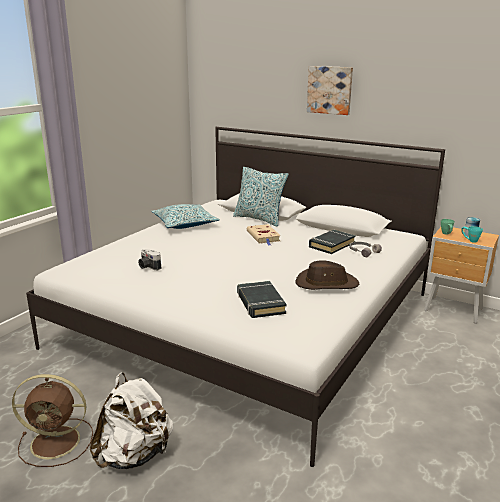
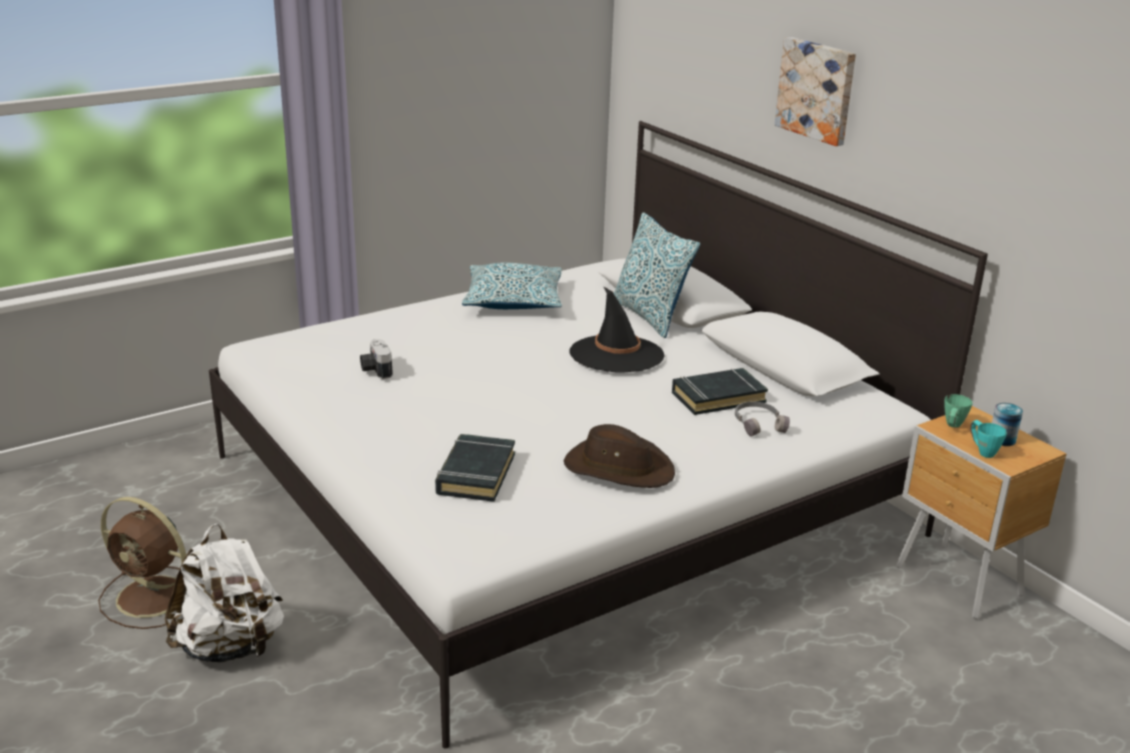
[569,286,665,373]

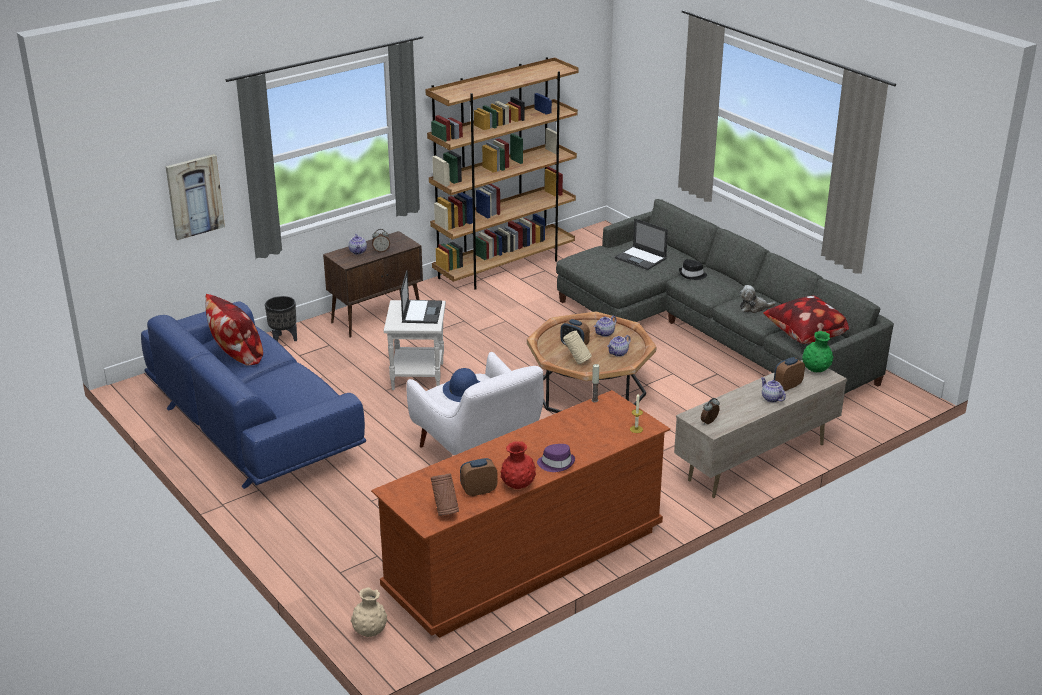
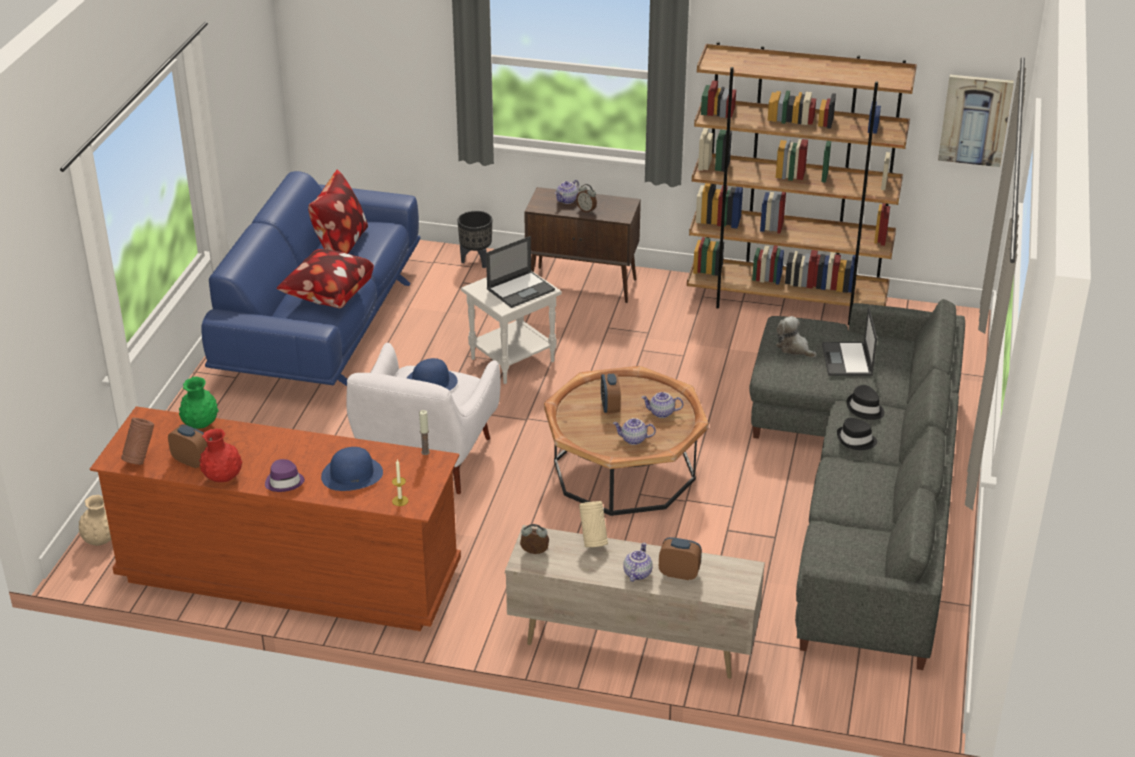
[938,75,1014,167]
[776,316,817,358]
[277,249,374,308]
[579,501,608,547]
[179,377,219,429]
[837,418,877,450]
[321,447,383,491]

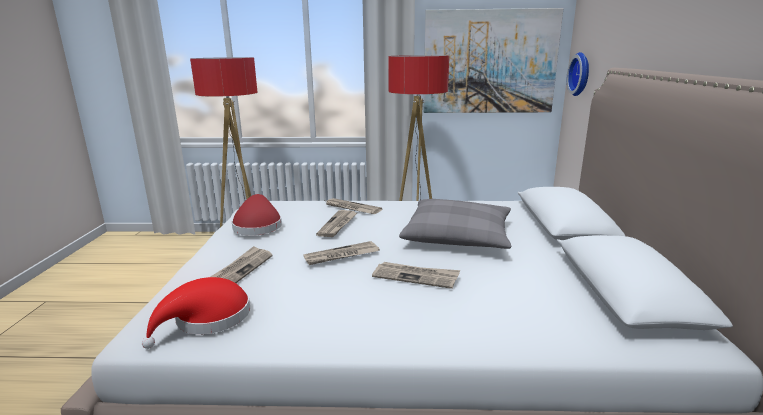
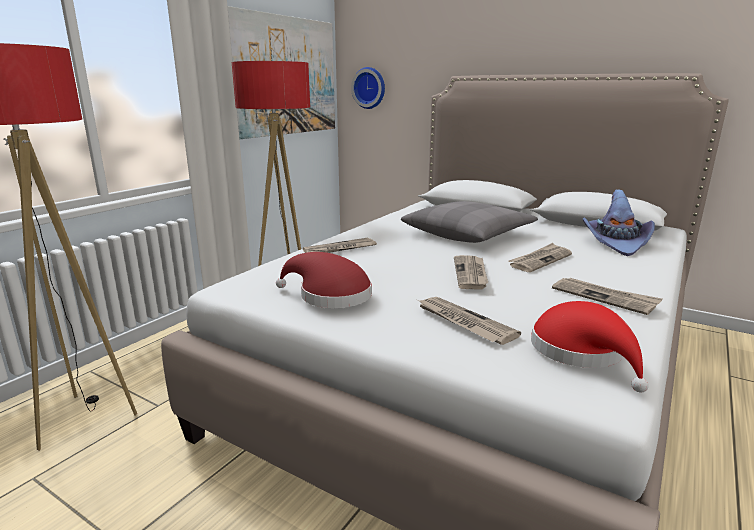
[552,278,663,315]
[582,190,655,256]

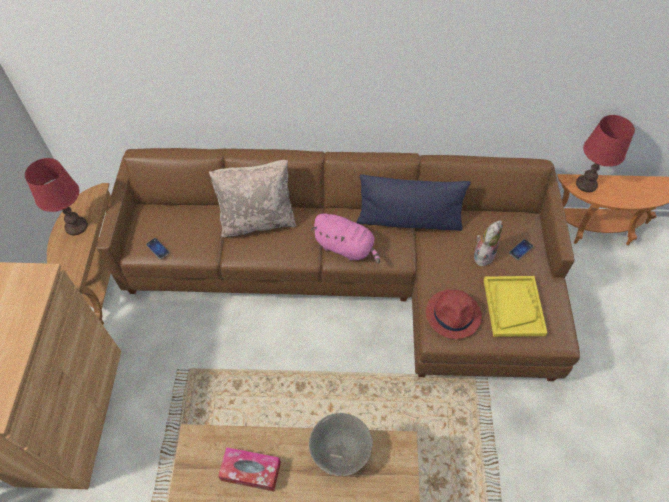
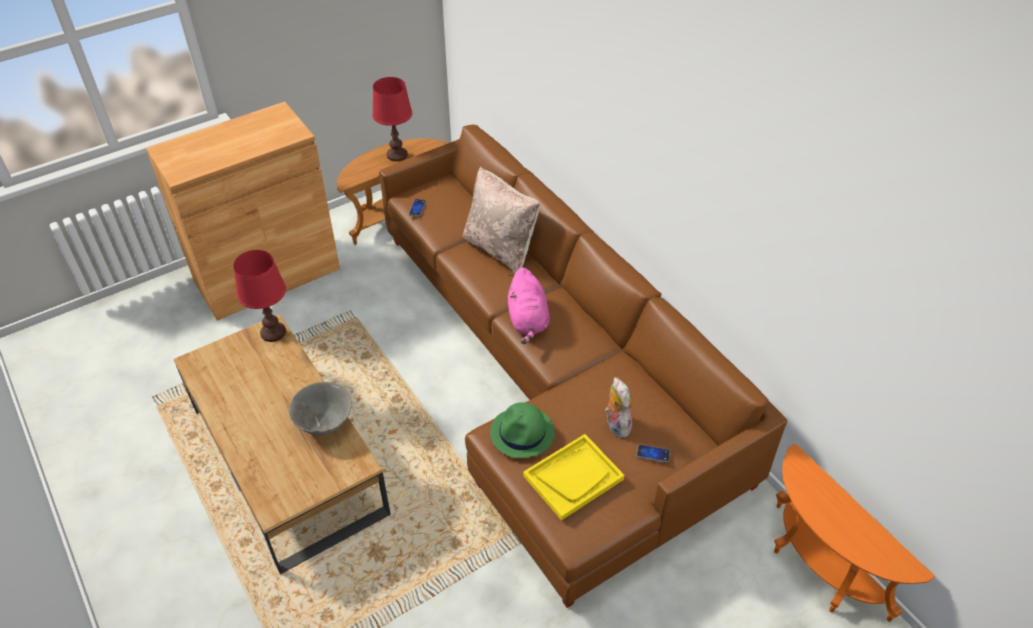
[233,250,286,342]
[357,174,471,231] (first image)
[605,377,632,438]
[490,402,555,458]
[218,447,281,491] (first image)

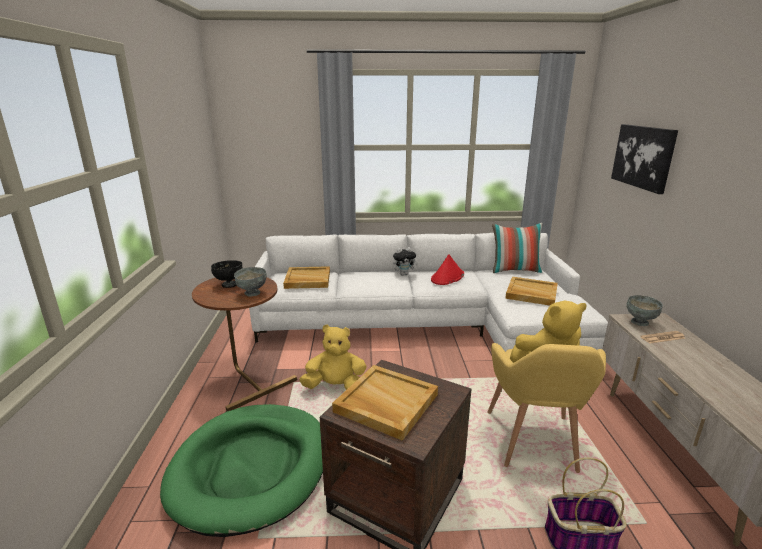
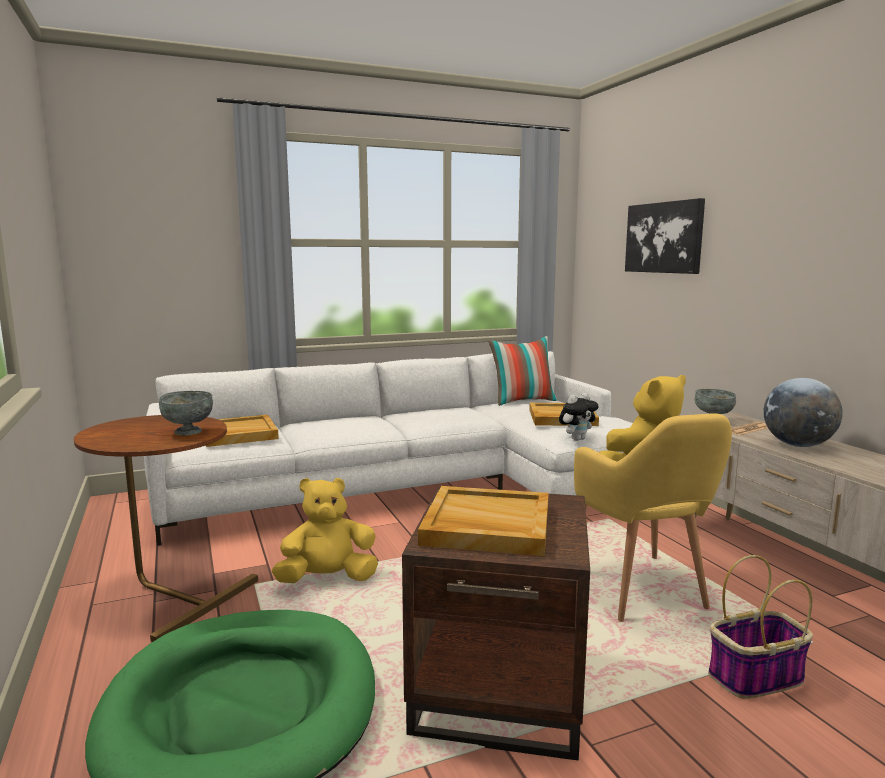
[559,393,599,441]
[431,254,464,285] (first image)
[211,260,242,288] (first image)
[763,378,843,447]

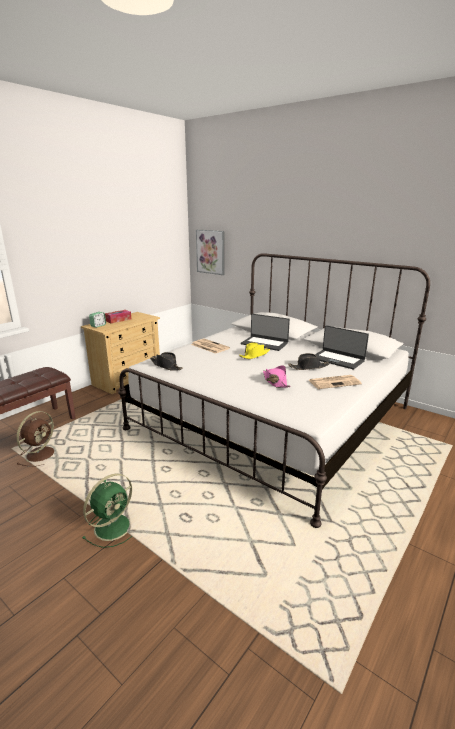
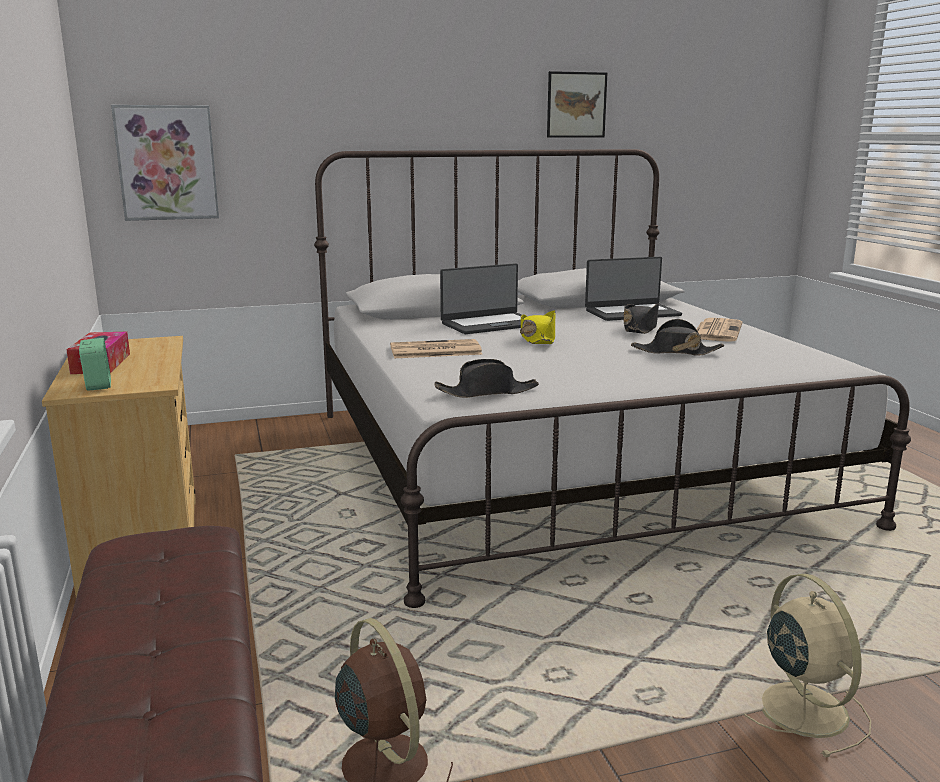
[631,319,724,356]
[744,574,871,757]
[547,71,607,138]

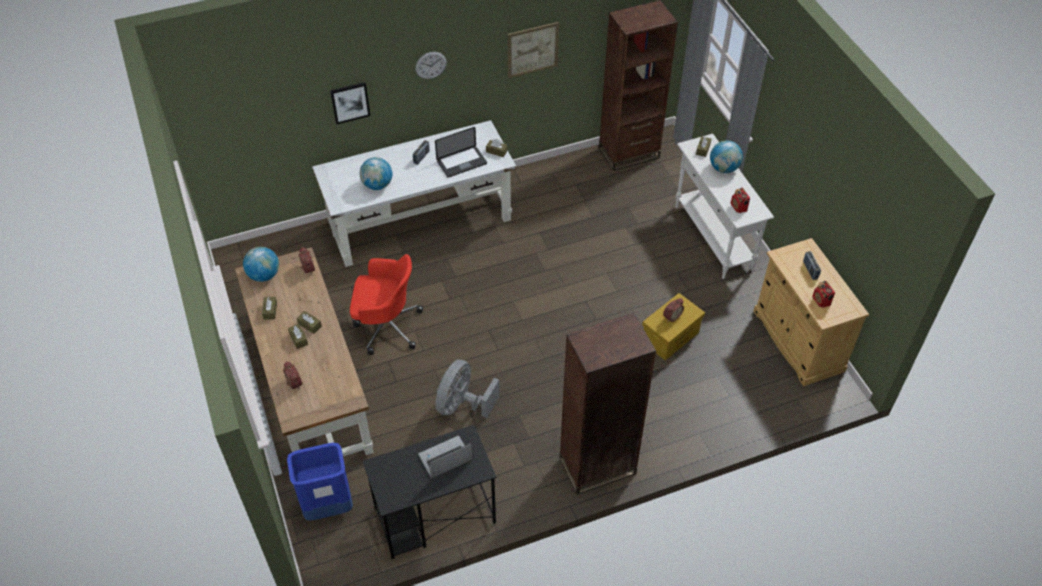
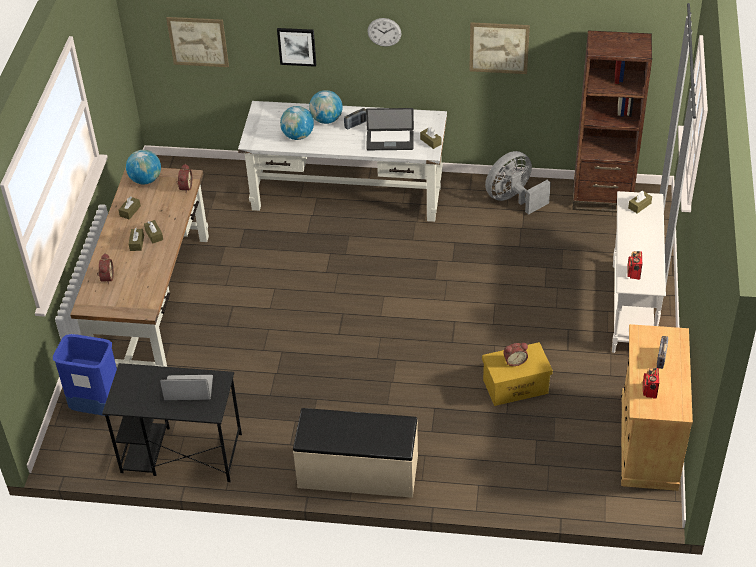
[309,90,343,124]
[350,254,423,355] (first image)
[293,408,418,498]
[485,151,551,215]
[166,17,229,67]

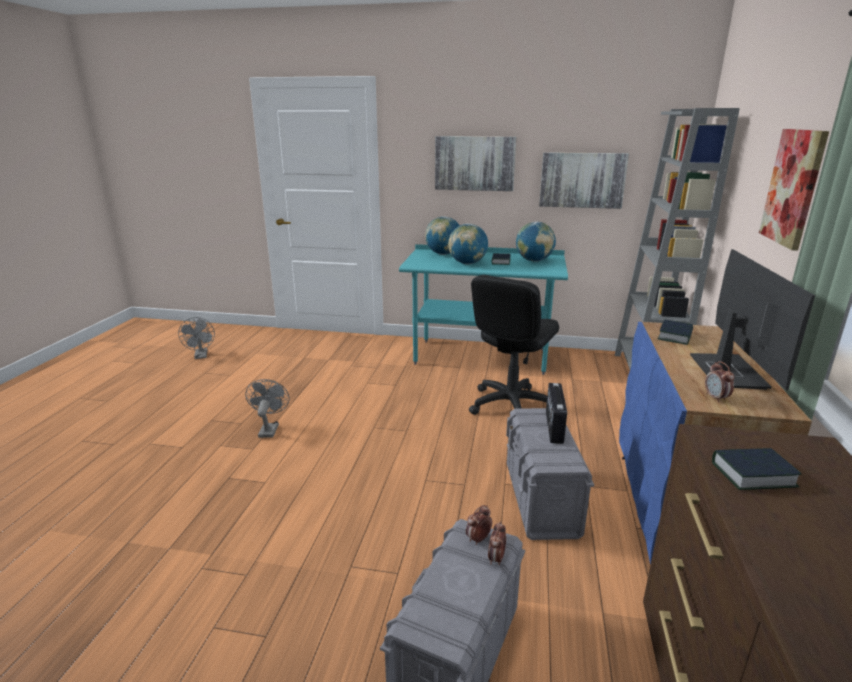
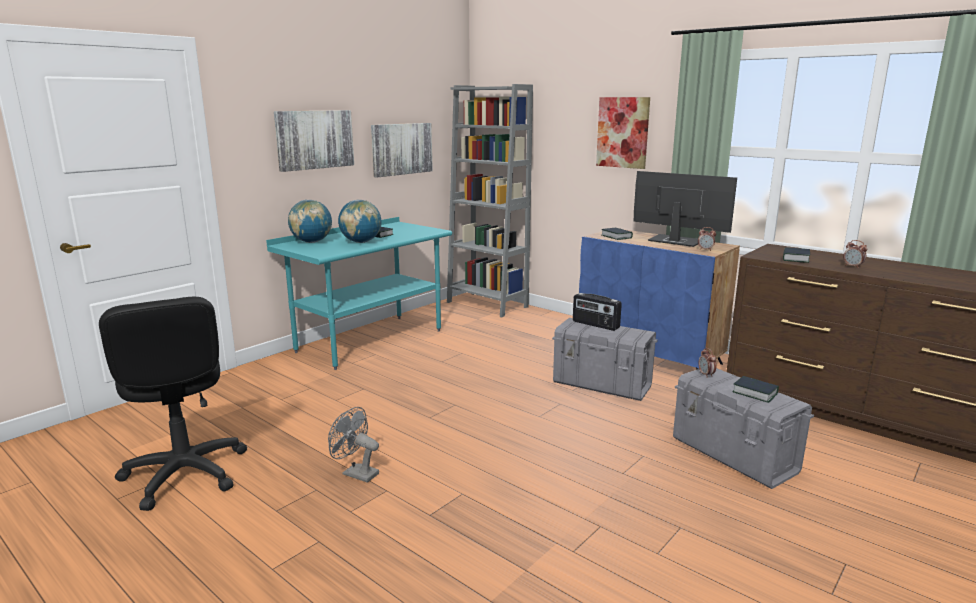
[516,222,556,262] (first image)
[99,297,247,511]
[178,317,215,359] (first image)
[843,240,867,267]
[732,376,779,403]

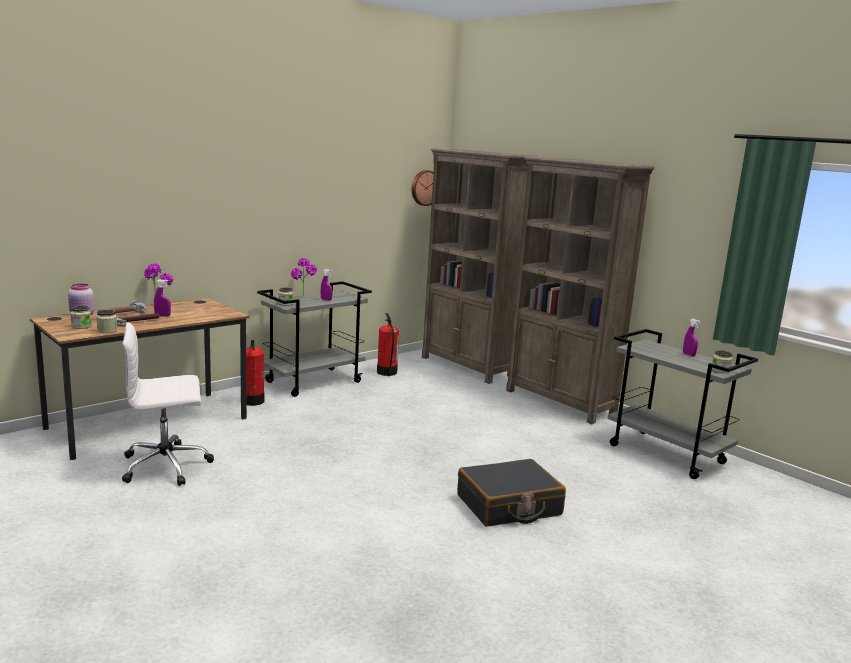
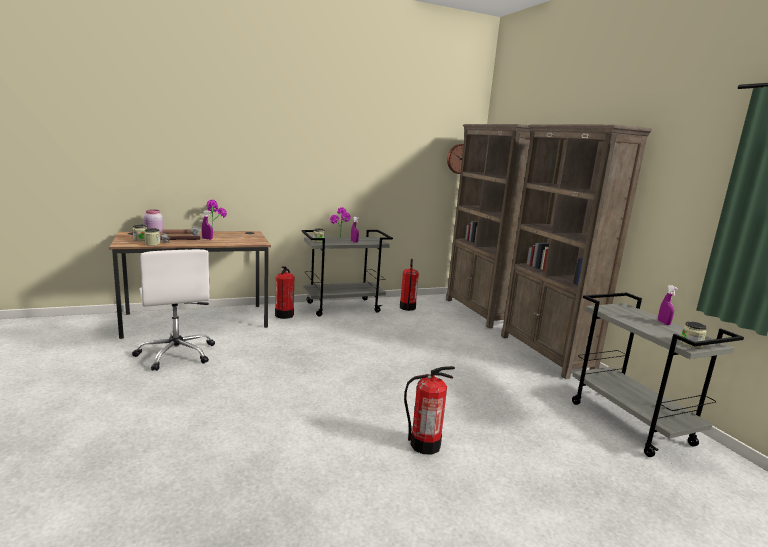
[132,249,215,371]
[404,366,455,455]

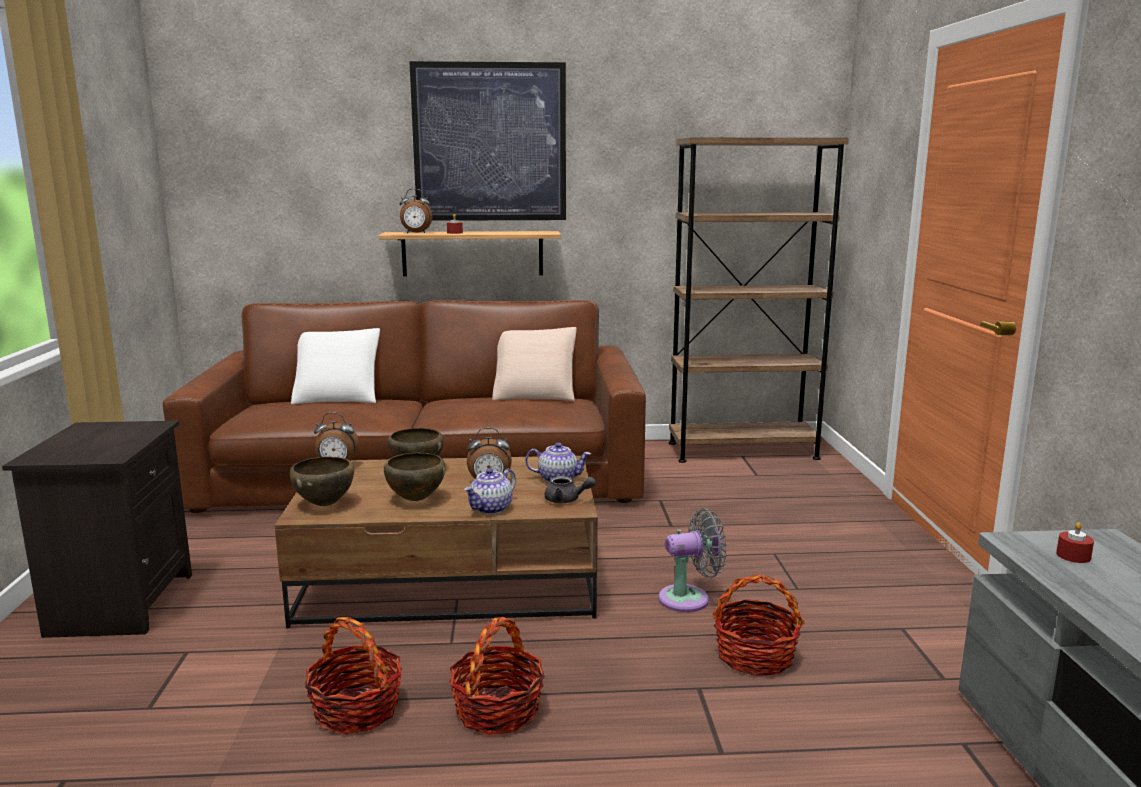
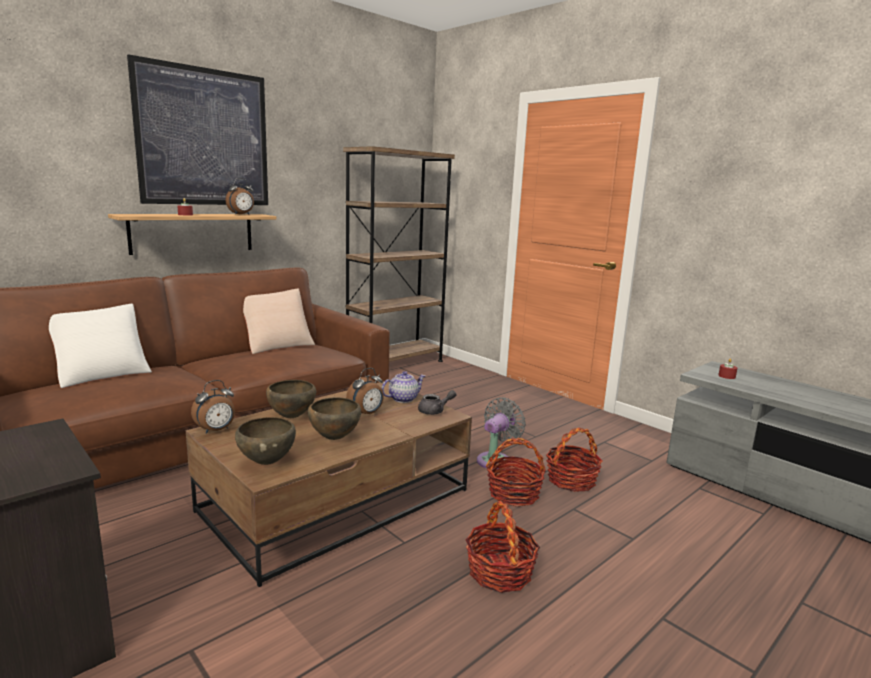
[226,178,254,215]
[464,468,516,514] (first image)
[486,438,546,507]

